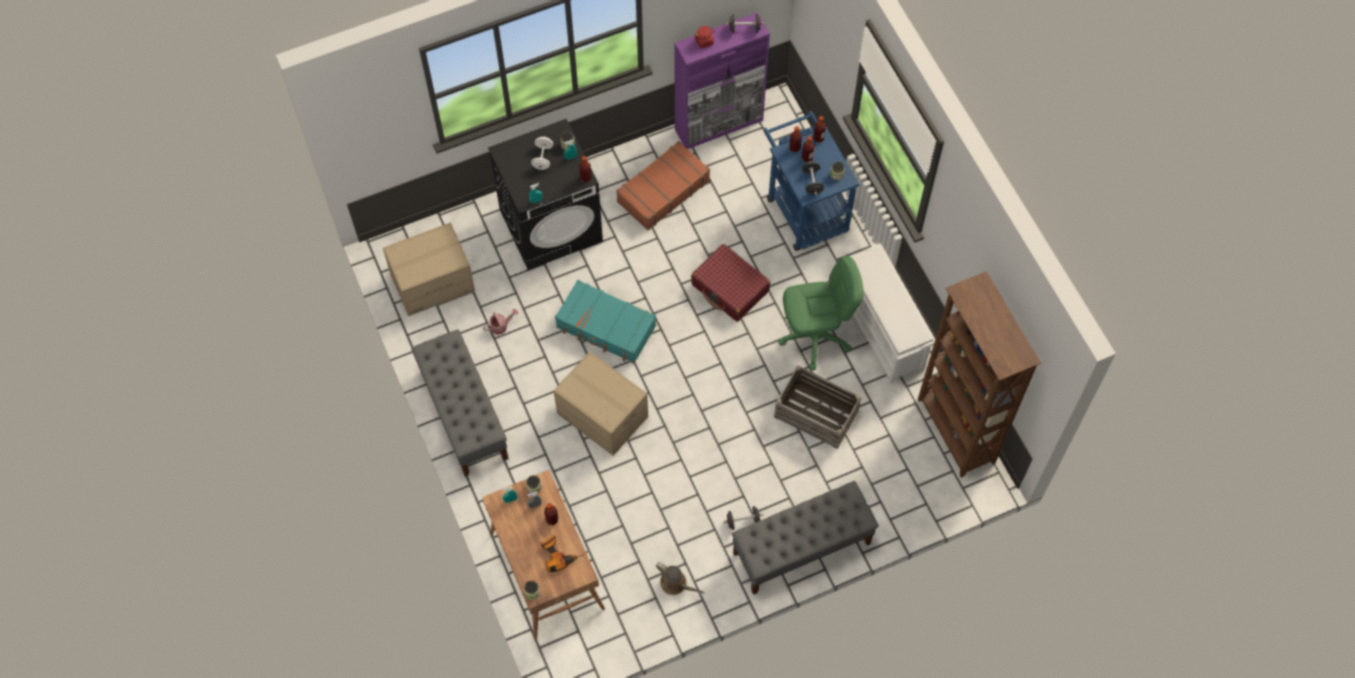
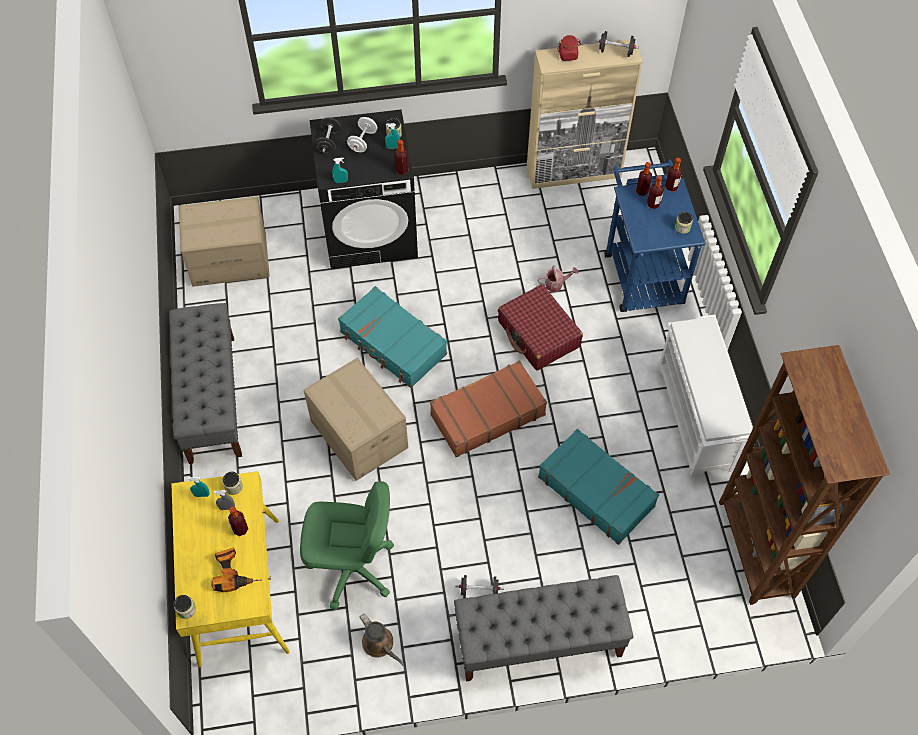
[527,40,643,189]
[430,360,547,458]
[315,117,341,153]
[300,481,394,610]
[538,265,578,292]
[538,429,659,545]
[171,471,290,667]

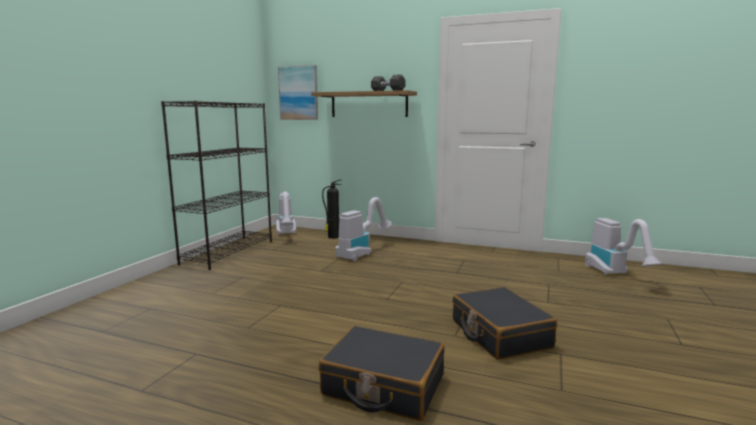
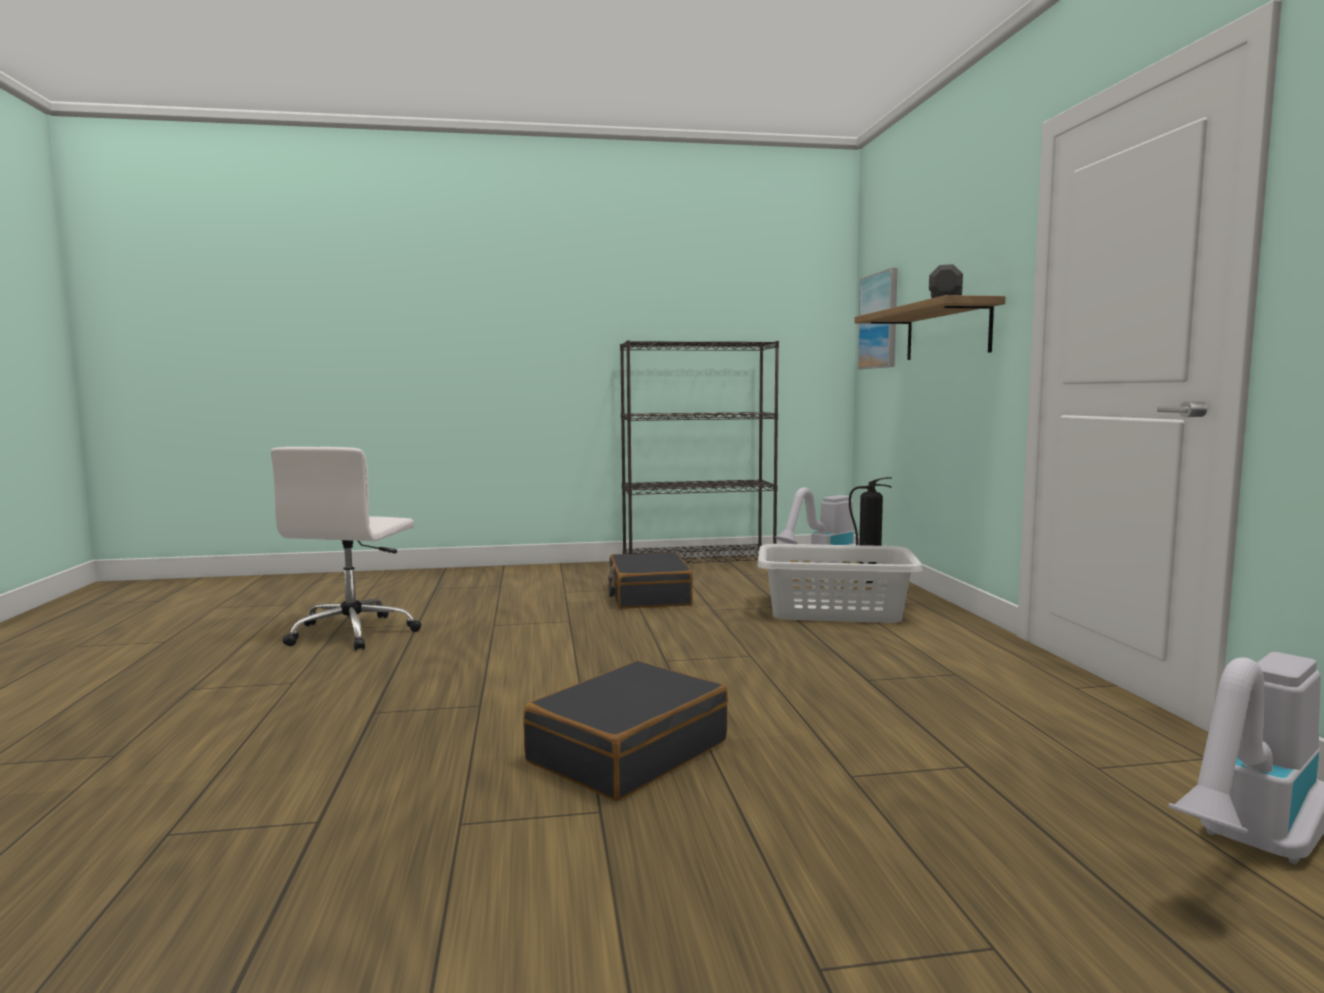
[757,544,923,623]
[608,552,693,609]
[271,447,422,650]

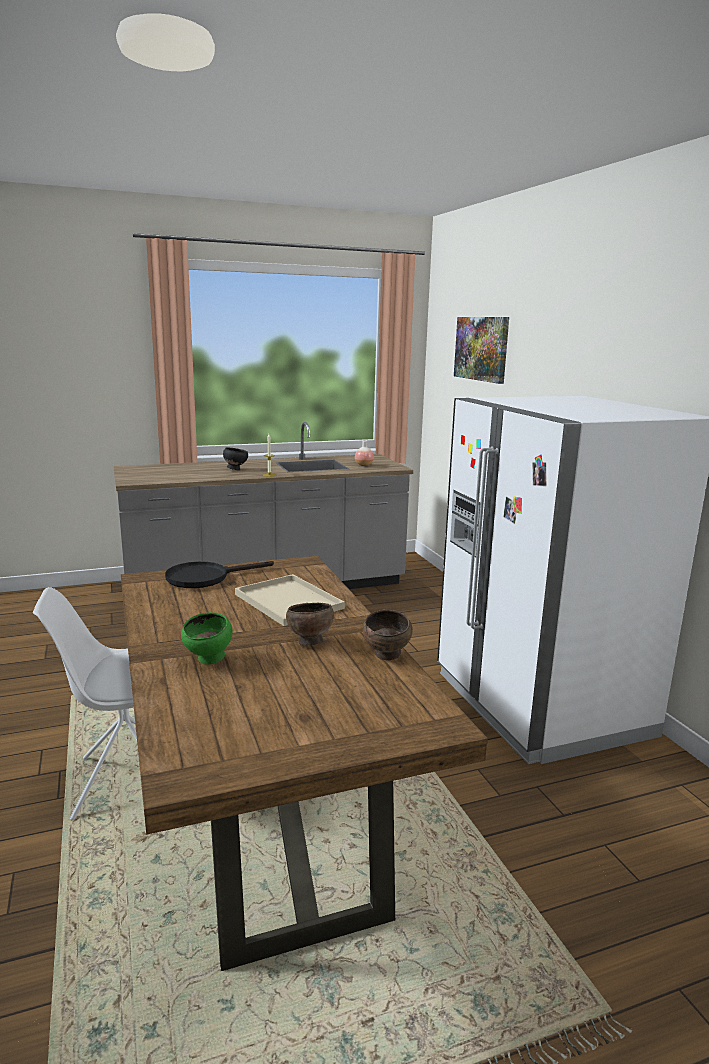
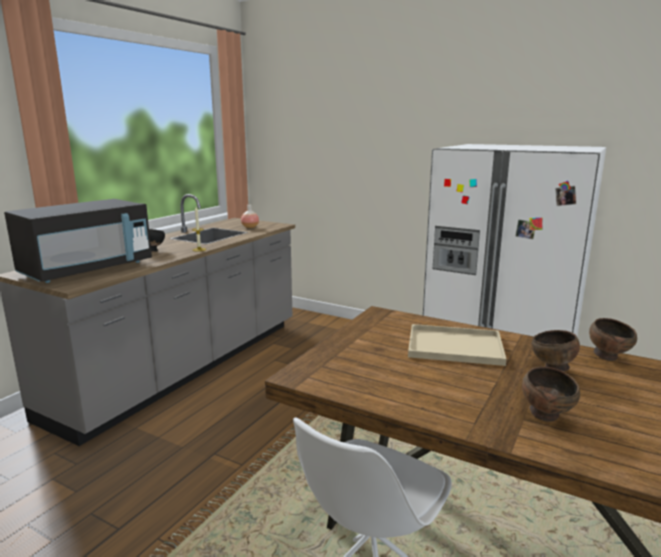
[454,317,509,384] (first image)
[165,561,274,588] (first image)
[522,366,580,422]
[4,199,152,283]

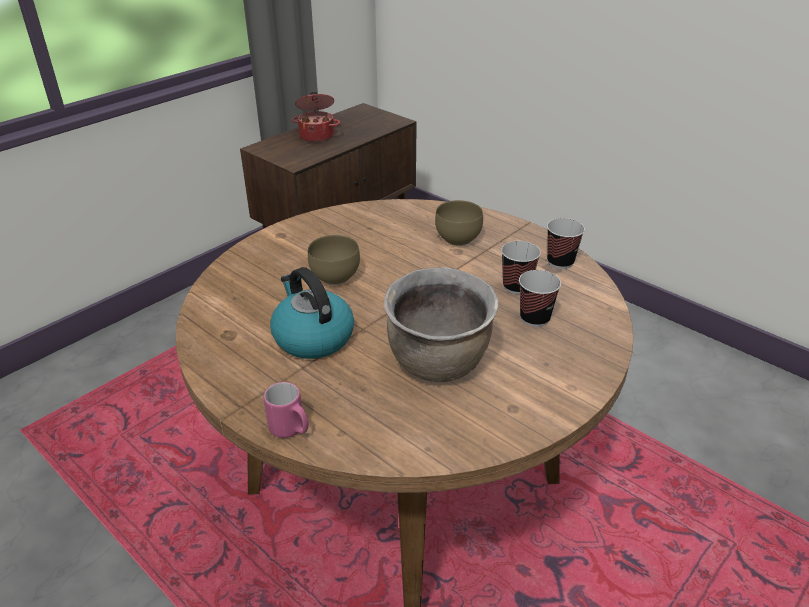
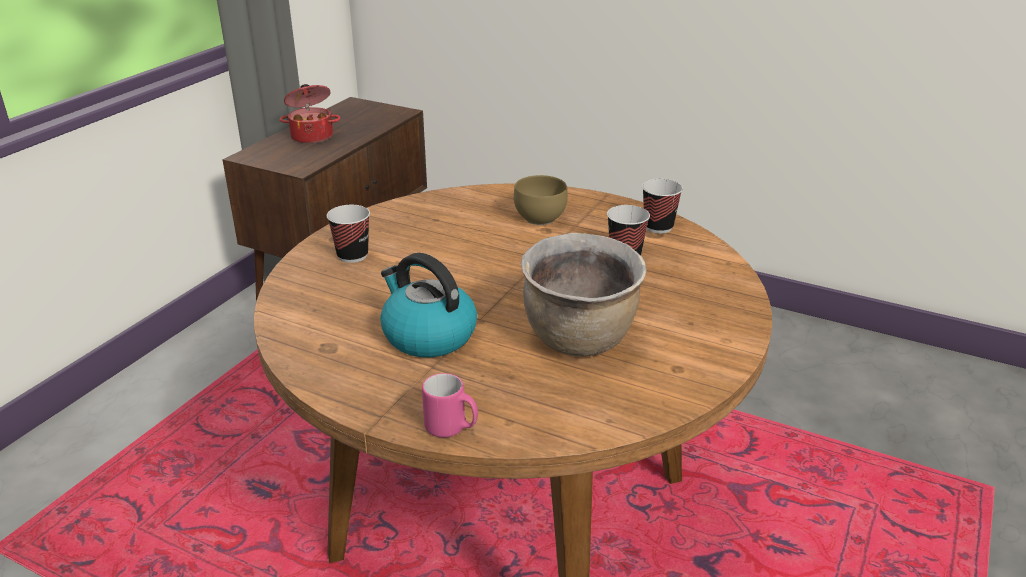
[308,235,360,285] (first image)
[327,205,370,263]

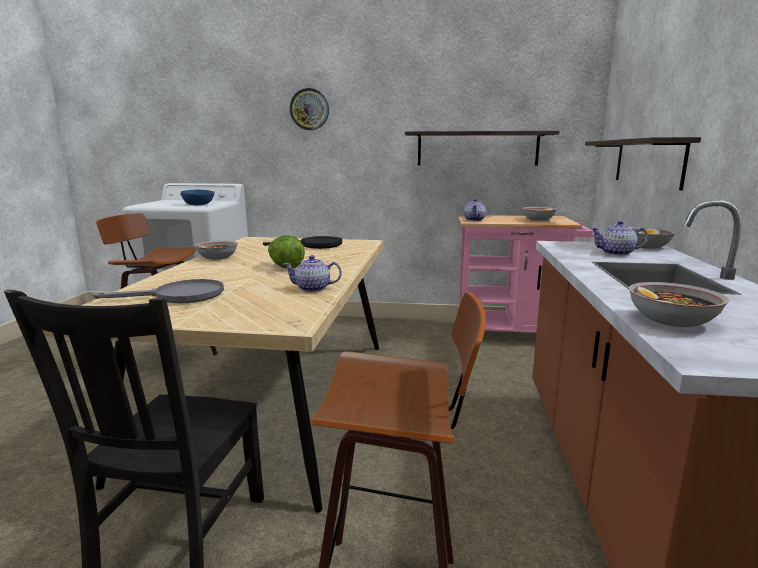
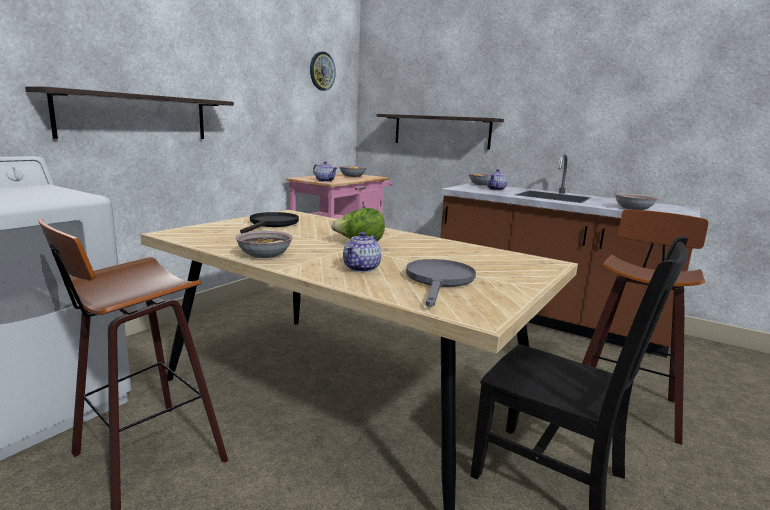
[310,52,336,91]
[25,86,234,139]
[181,190,215,205] (first image)
[343,232,381,272]

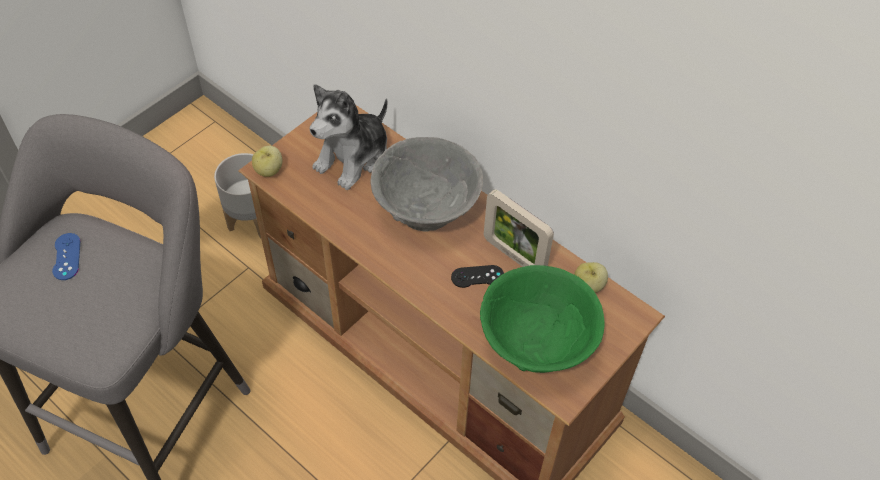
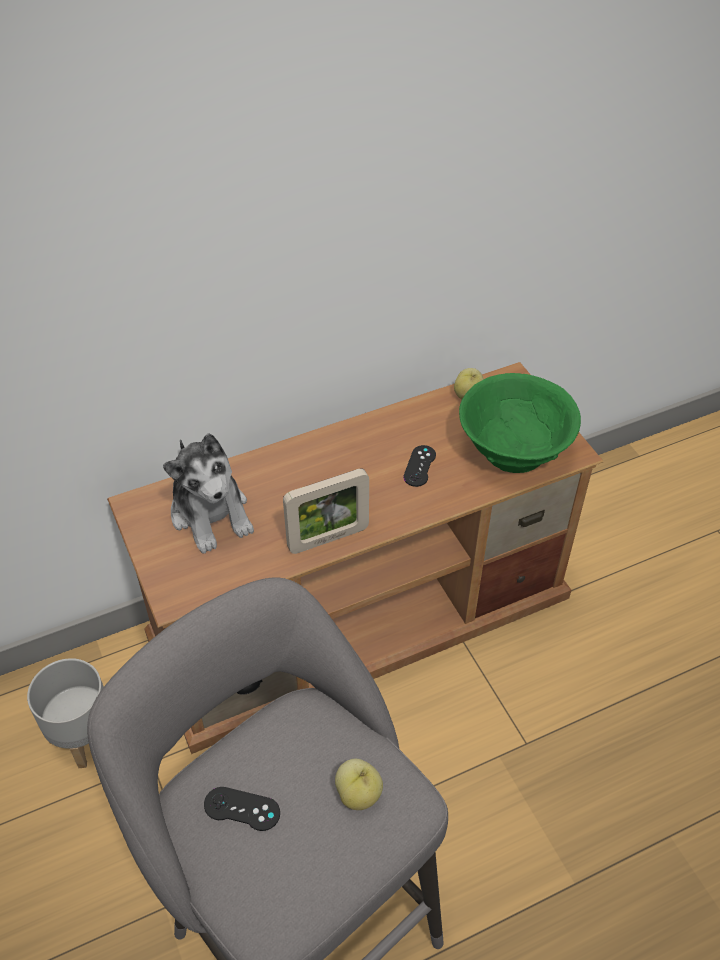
[371,137,483,232] (first image)
[335,759,383,810]
[283,469,369,554]
[204,787,280,831]

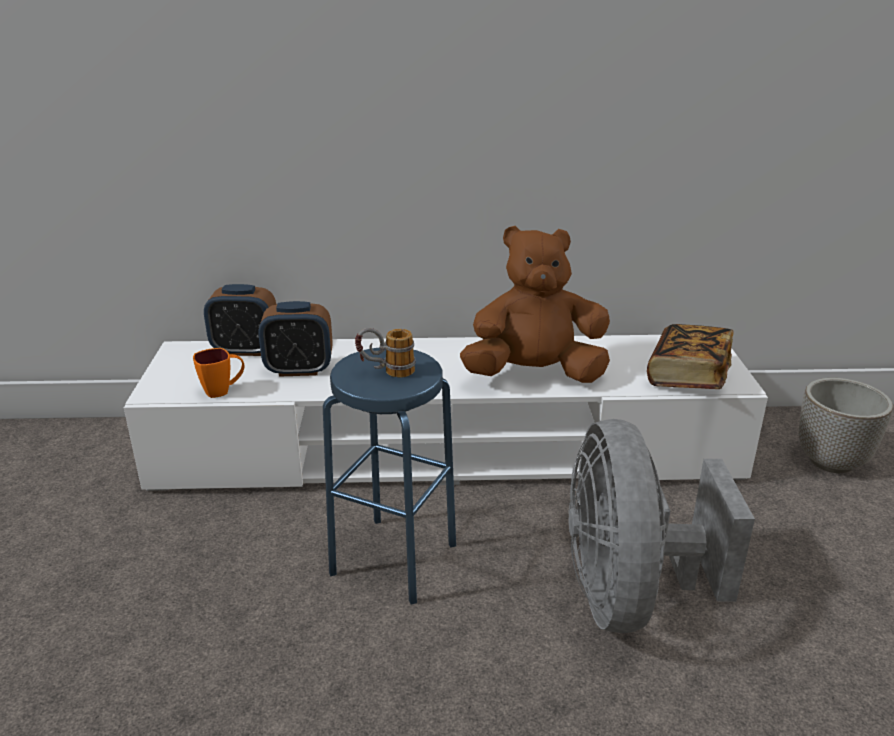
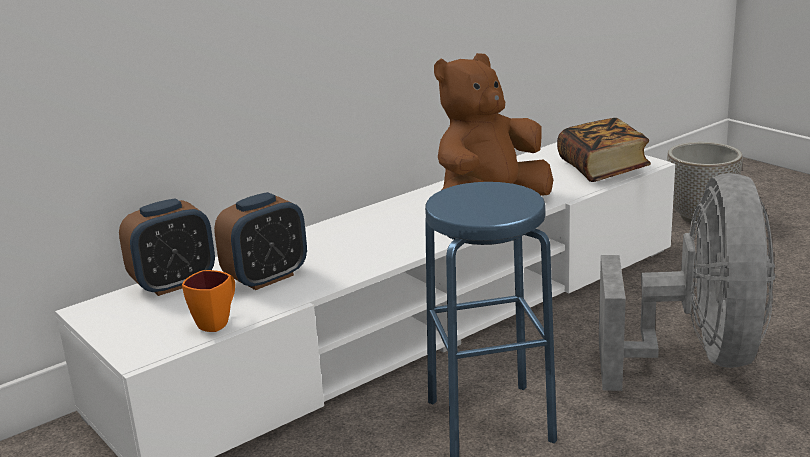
[355,328,416,378] (first image)
[599,173,775,391]

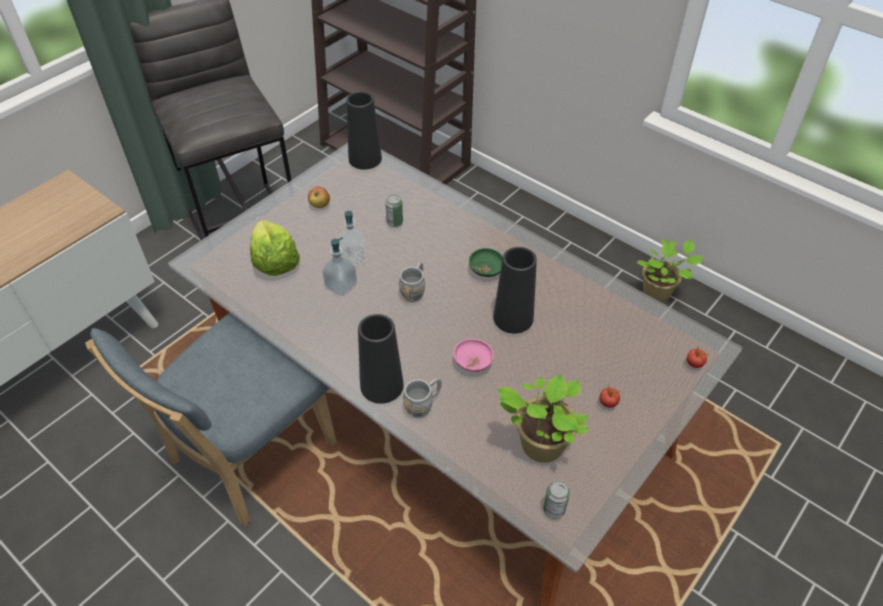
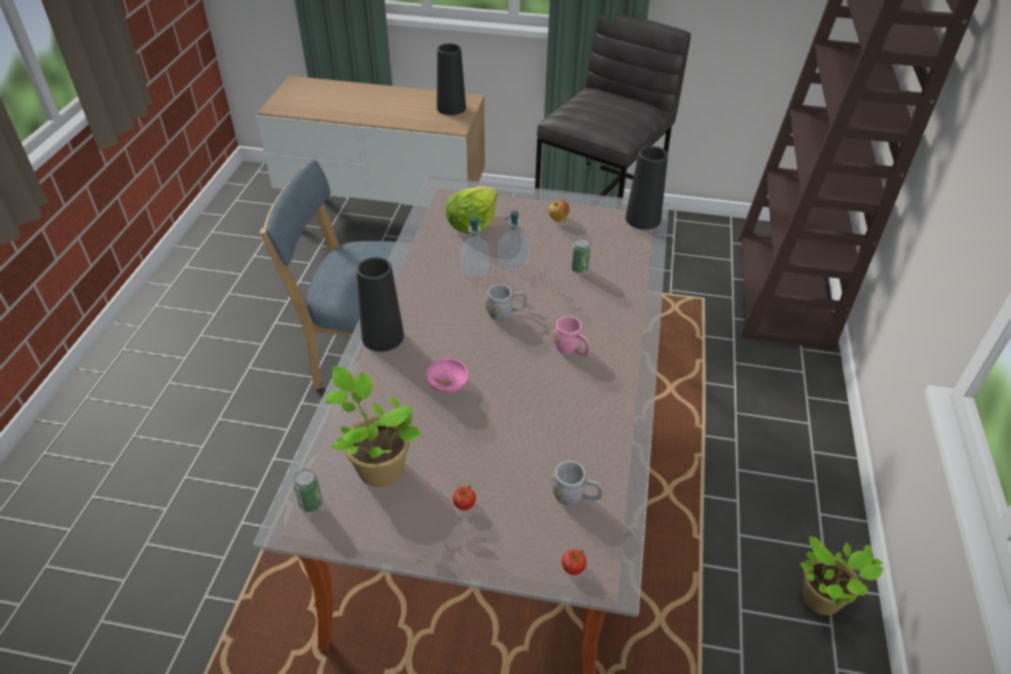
[437,43,466,115]
[553,316,590,356]
[552,461,603,505]

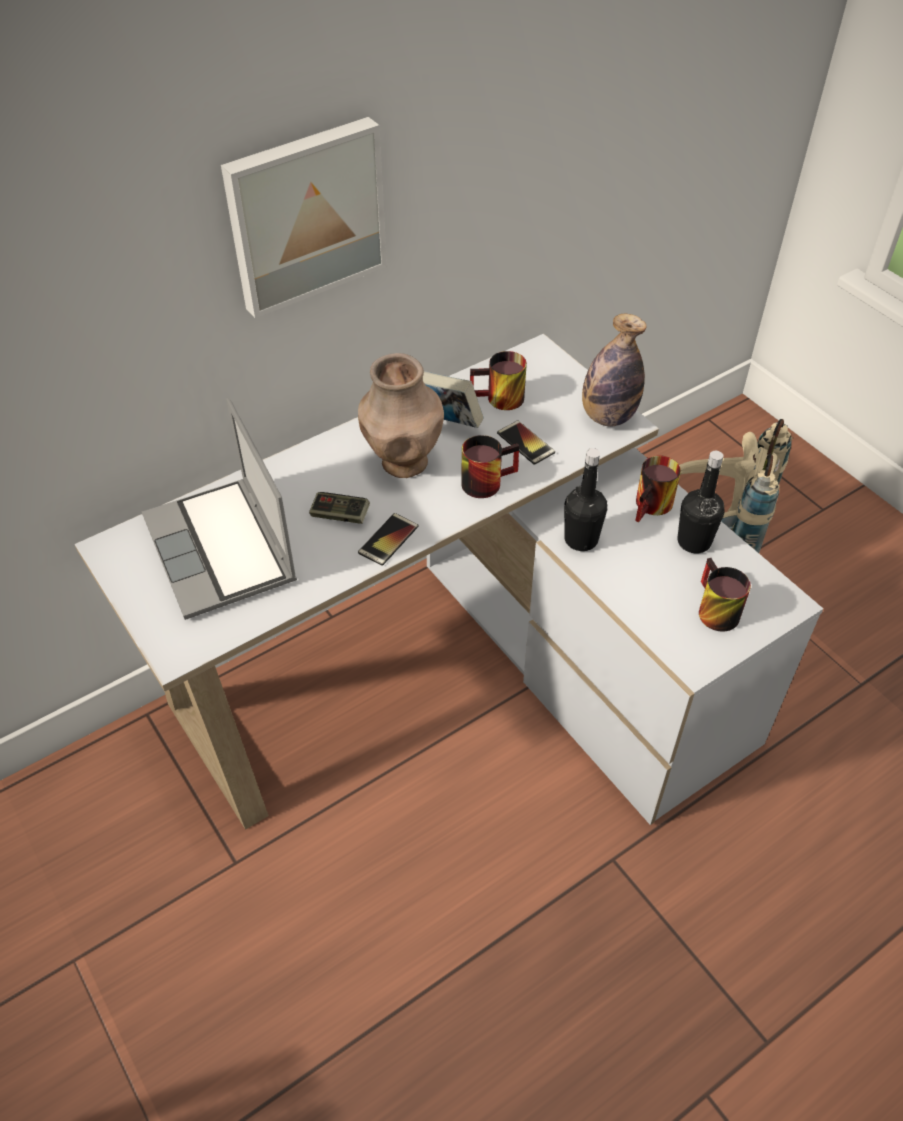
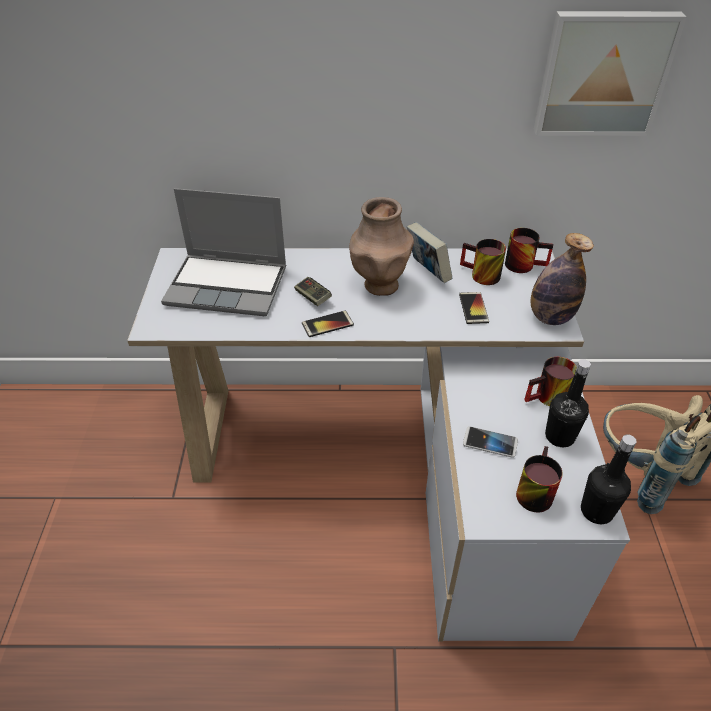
[534,11,687,136]
[161,188,286,316]
[505,228,553,273]
[581,434,636,524]
[463,426,518,458]

